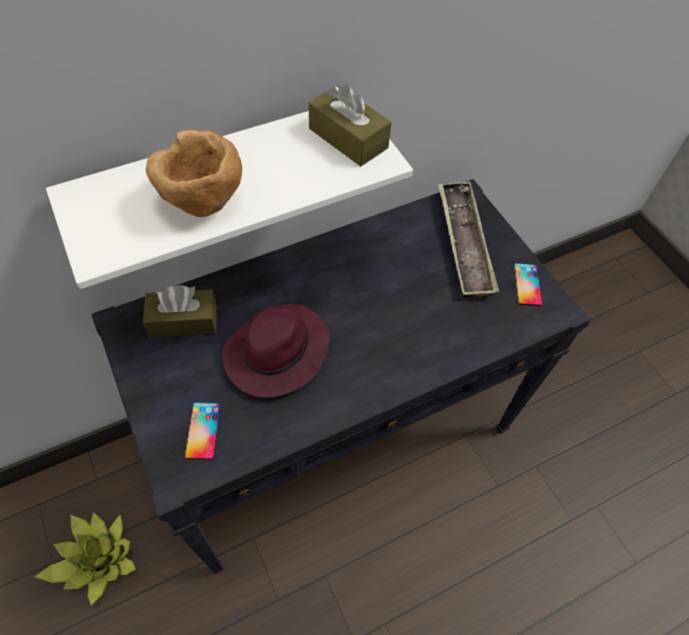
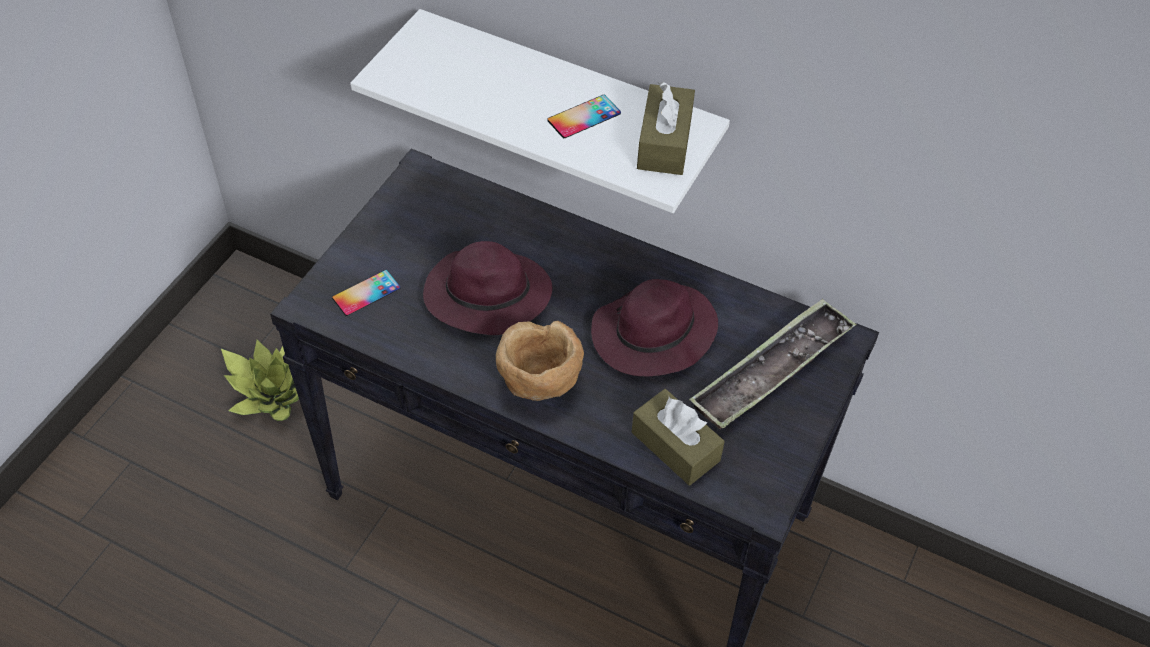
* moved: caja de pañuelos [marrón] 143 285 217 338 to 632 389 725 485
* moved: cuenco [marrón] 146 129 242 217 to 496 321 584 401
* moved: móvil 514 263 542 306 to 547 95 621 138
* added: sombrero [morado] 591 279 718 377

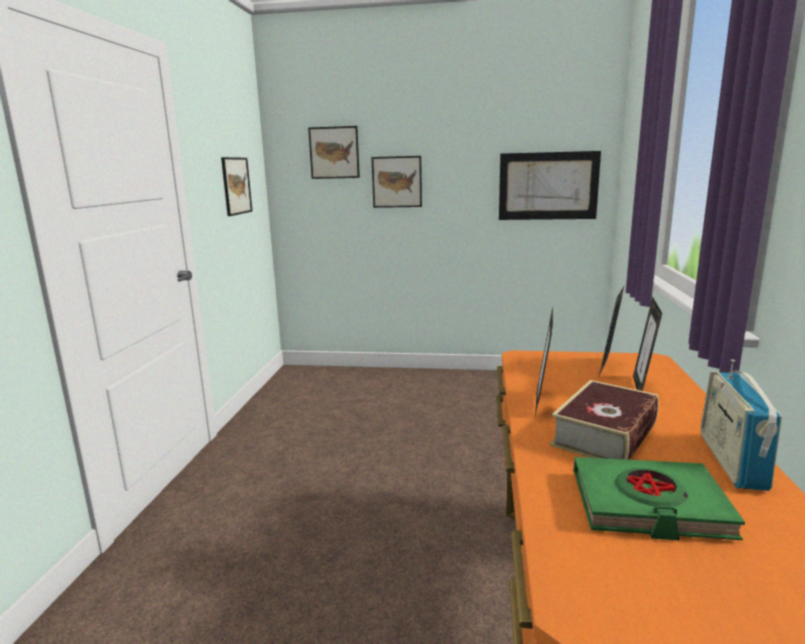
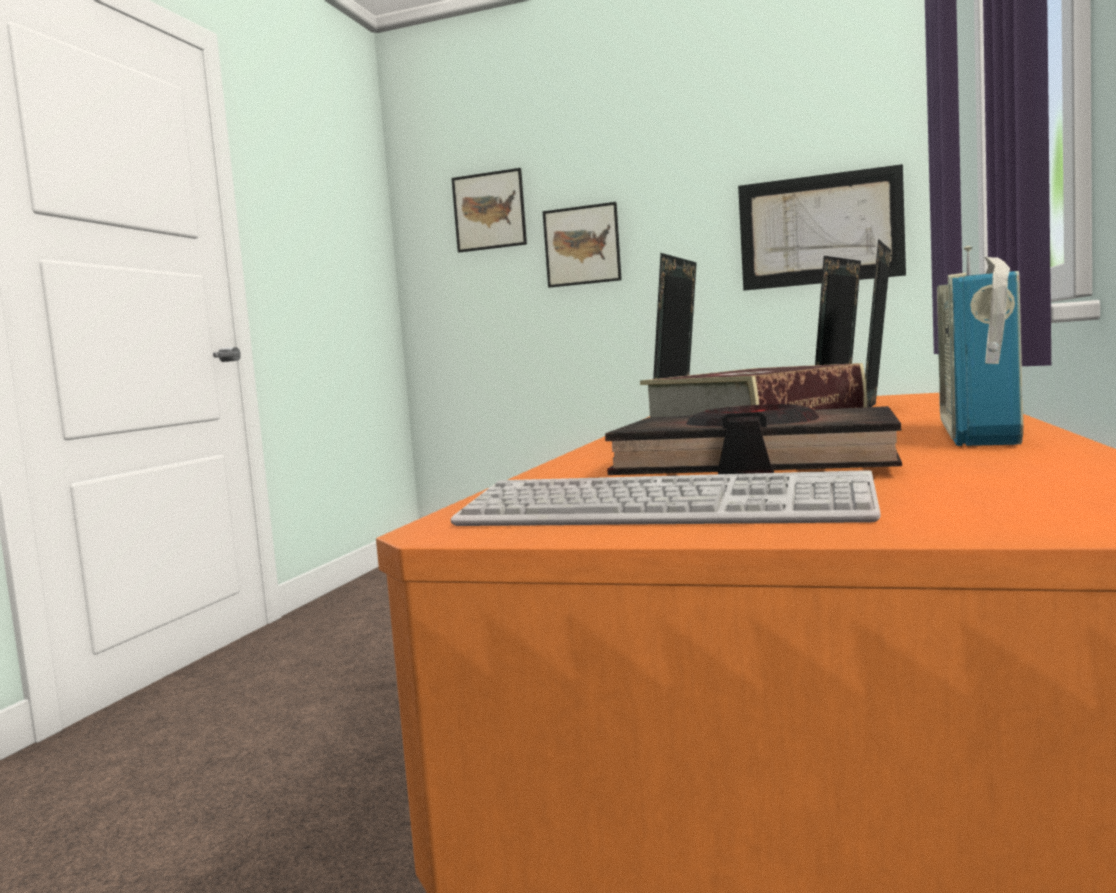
* removed: cuadro 221 157 252 216
* recoloured: libro [verde] 574 457 745 540 to libro [negro] 605 404 902 475
* added: teclado 451 470 881 526

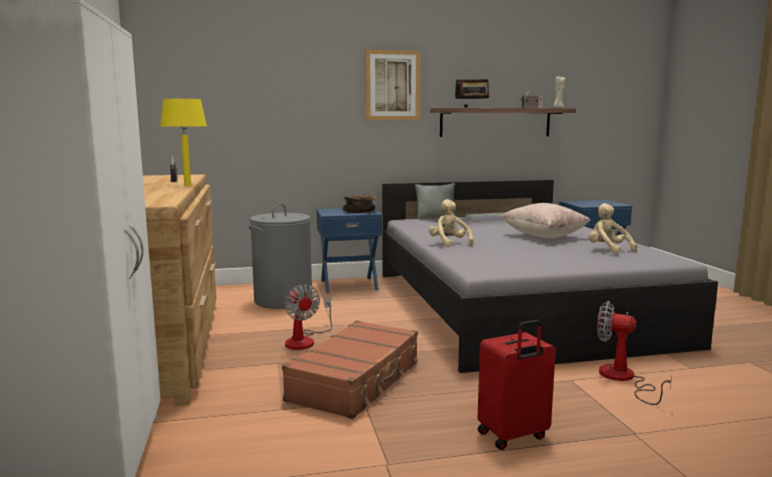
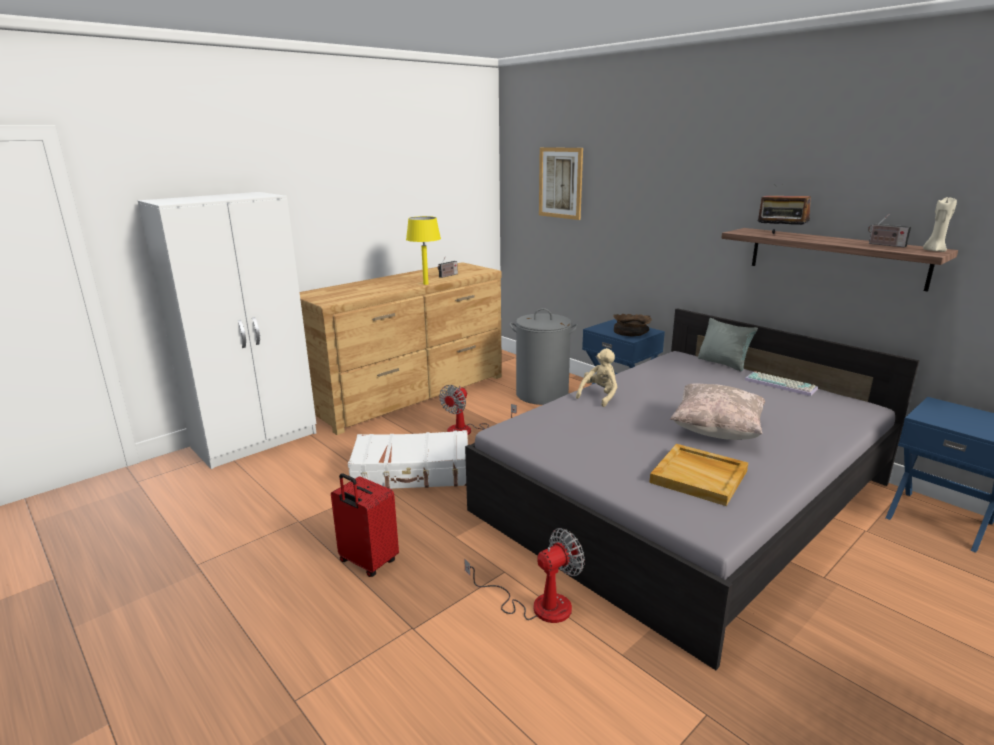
* recoloured: maleta [marrón] 282 320 418 419 to maleta [blanco] 348 430 468 489
* moved: cuadro 365 50 420 120 to 539 147 583 220
* replaced: peluche [beis] 588 203 637 254 to bandeja [beis] 649 444 748 506
* turned: ventilador 597 301 672 405 = 464 528 585 623 60 degrees clockwise

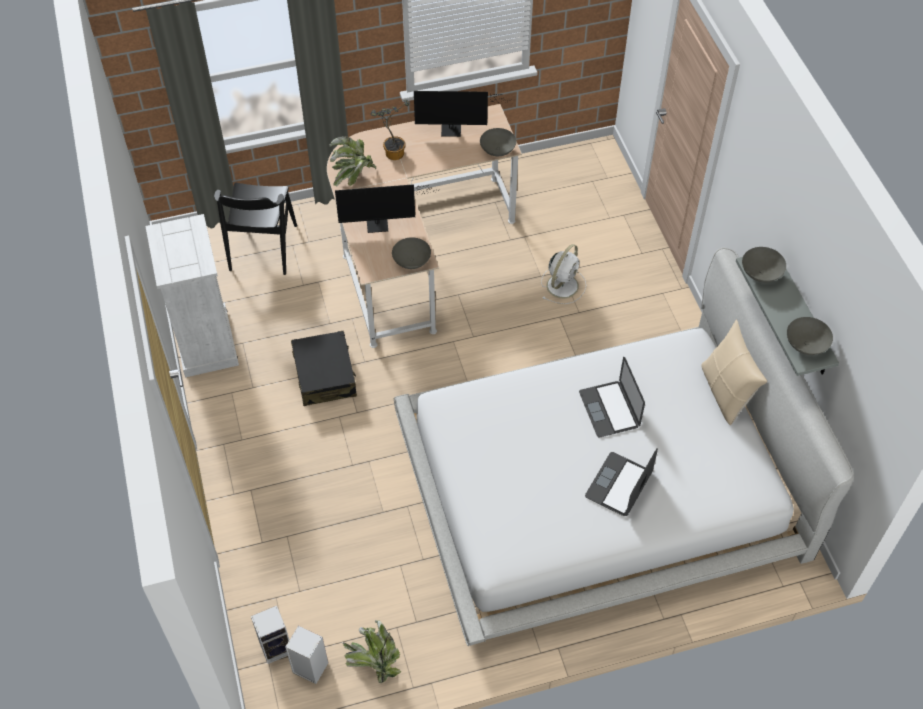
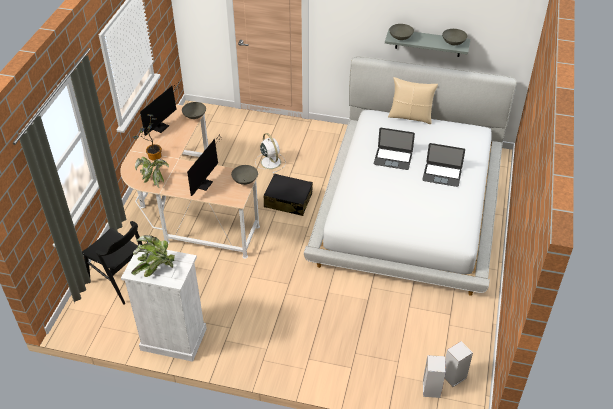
* moved: maleta [negro] 291 331 357 406 to 264 173 313 216
* moved: planta en maceta 342 620 401 683 to 131 235 175 277
* turned: portátil 585 448 658 516 = 422 143 465 187 45 degrees counterclockwise

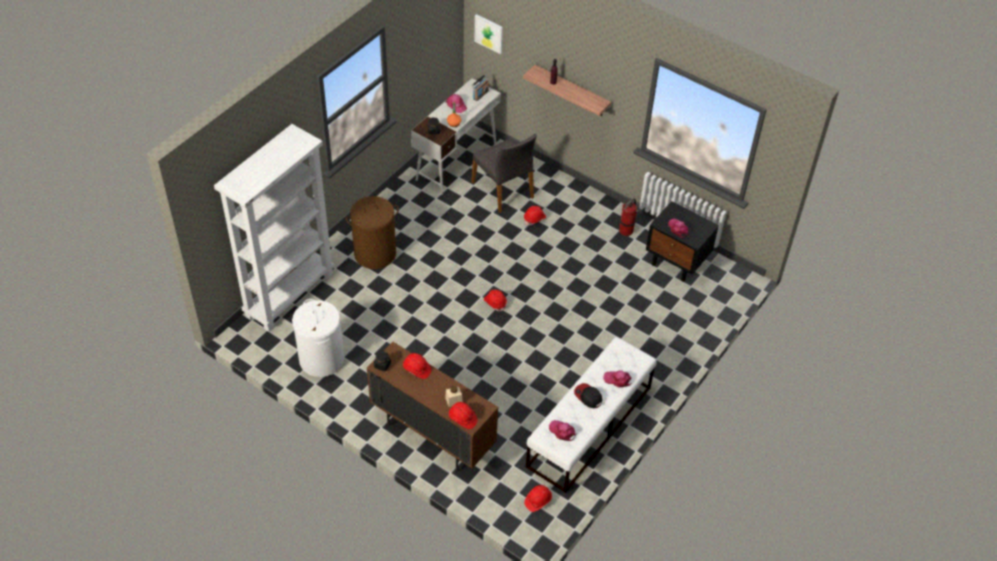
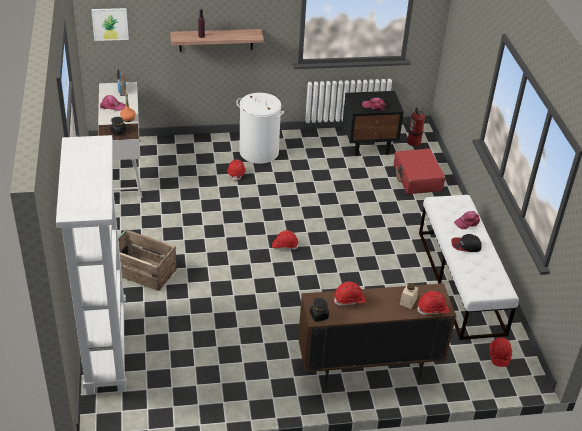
* moved: cesto de la ropa [blanco] 292 299 344 377 to 237 93 284 164
* replaced: cesto de la ropa [marrón] 346 196 399 269 to caja de embalaje 118 229 177 291
* removed: silla [gris] 472 134 537 213
* removed: gorra [rosa] 549 420 577 441
* moved: extintor 619 199 637 236 to 407 107 425 147
* added: maleta [rojo] 394 149 445 194

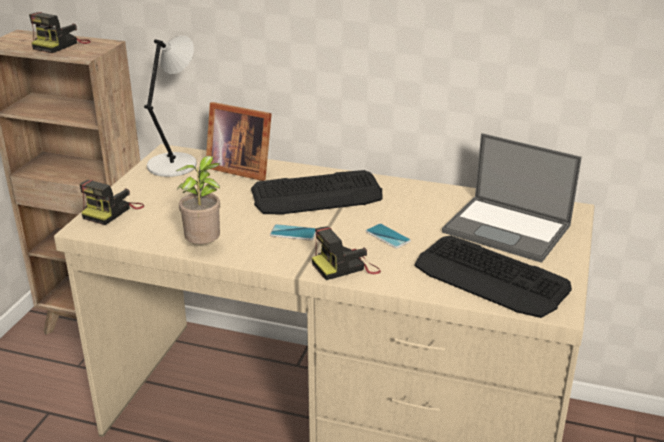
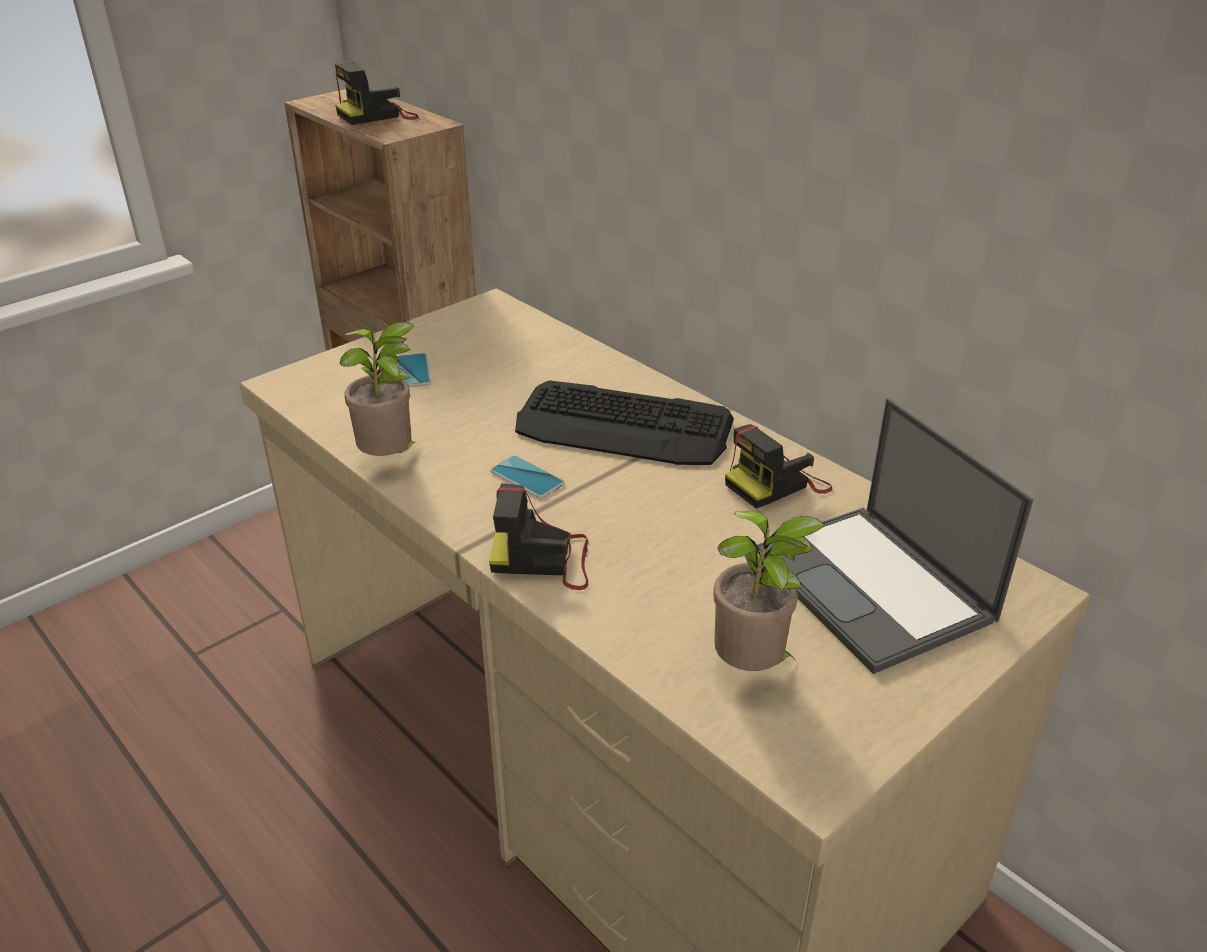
* moved: cámara 80 180 144 225 to 725 424 832 509
* removed: lámpara de mesa [gris] 144 35 197 177
* removed: portarretratos 206 102 272 181
* moved: móvil 366 224 411 249 to 397 353 431 387
* replaced: teclado 414 235 572 318 to planta en maceta 713 511 825 671

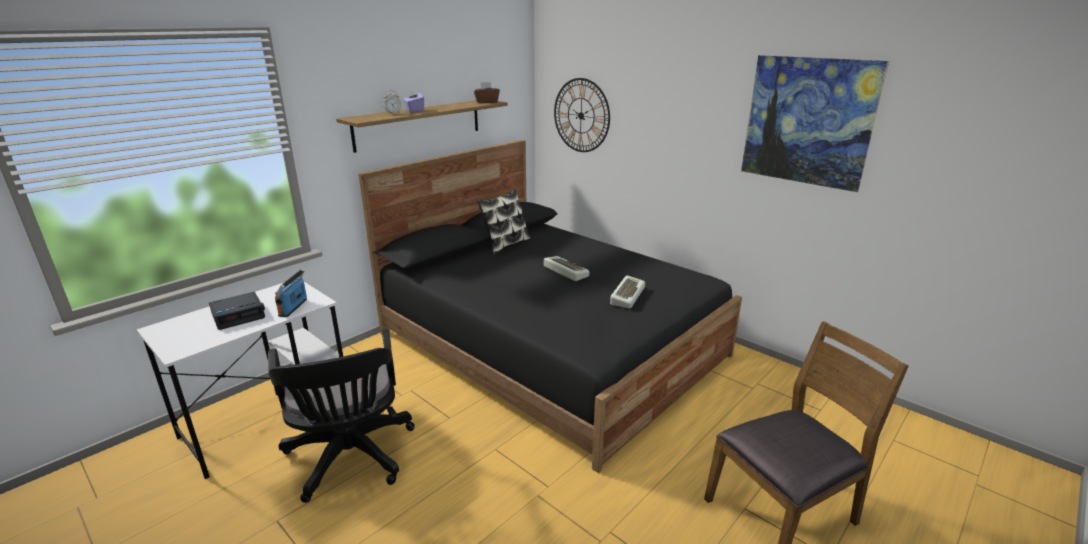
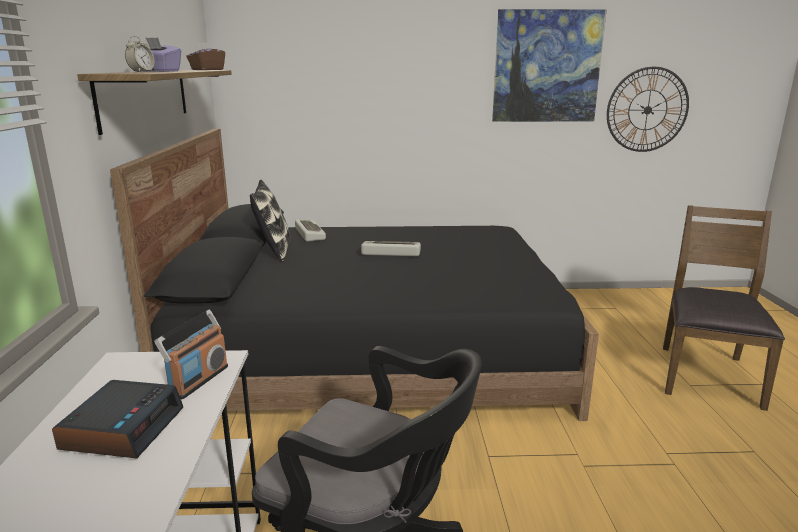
* turned: radio 275 269 307 317 = 154 310 228 399 120 degrees counterclockwise
* moved: reloj de pared 554 78 610 152 to 607 67 689 152
* moved: teclado 610 275 645 309 to 295 219 326 242

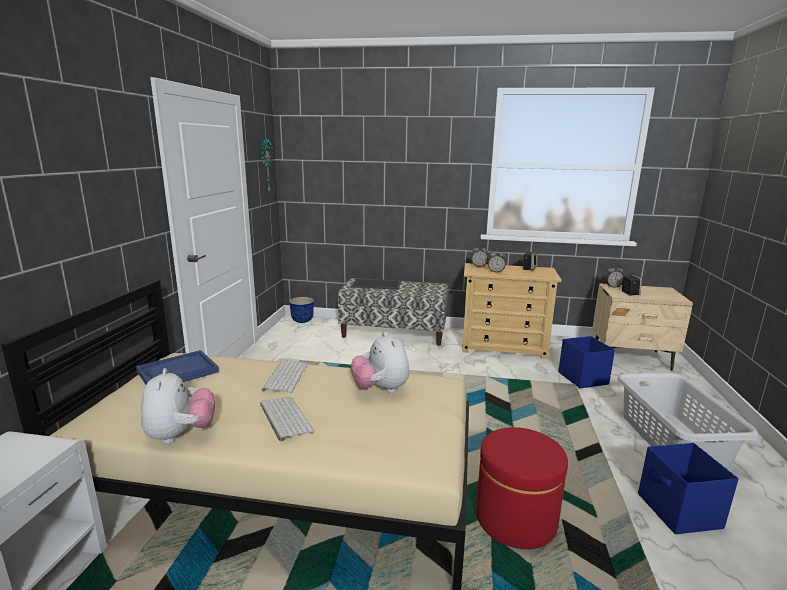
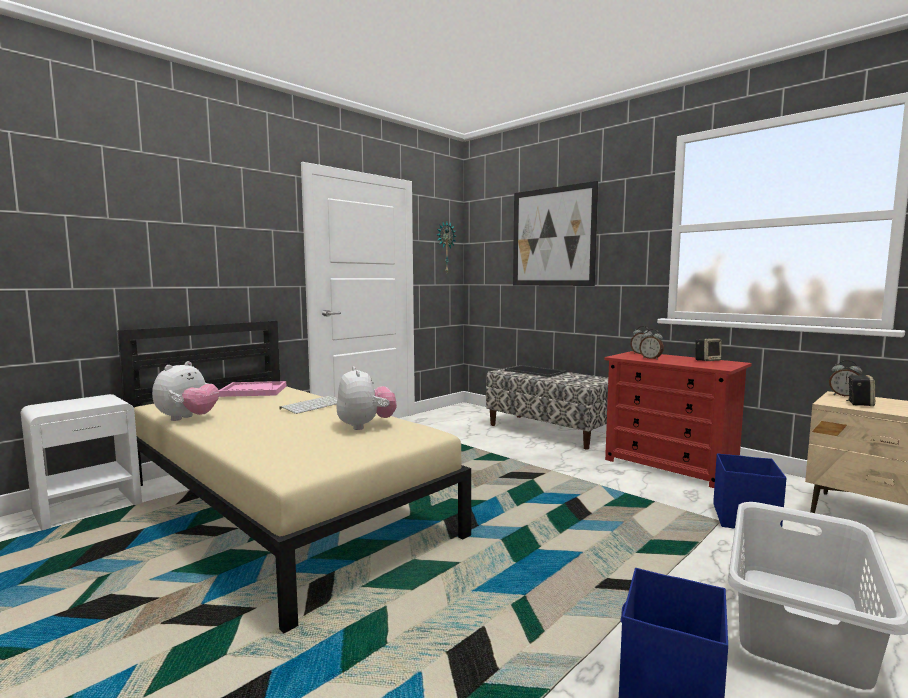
* recoloured: bandeja [azul] 136 350 219 384 to bandeja [rosa] 219 381 286 397
* removed: teclado 260 397 315 442
* removed: maceta 289 297 314 323
* turned: peluche 351 332 409 393 = 336 366 397 430 150 degrees clockwise
* recoloured: cómoda [beis] 462 263 562 359 to cómoda [rojo] 604 351 752 488
* removed: puf [rojo] 476 427 568 549
* added: cuadro 513 181 598 286

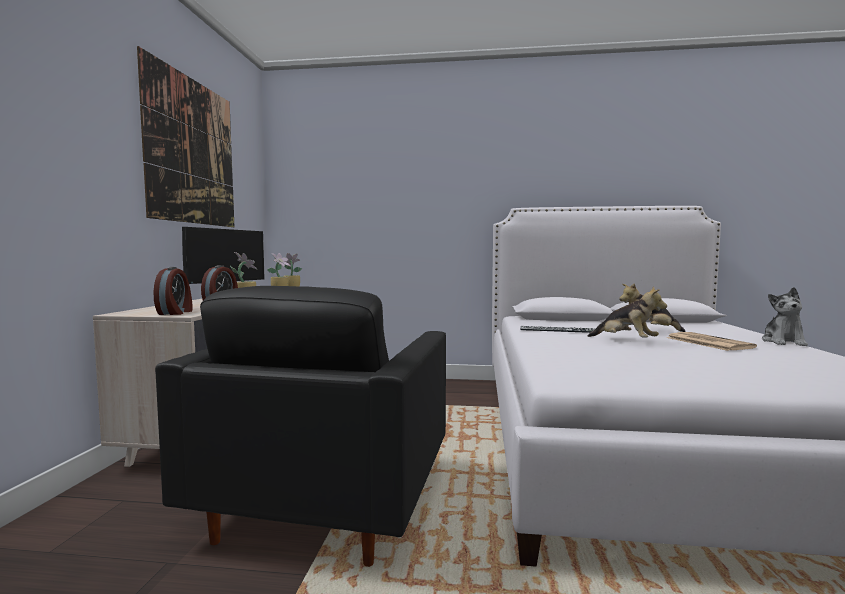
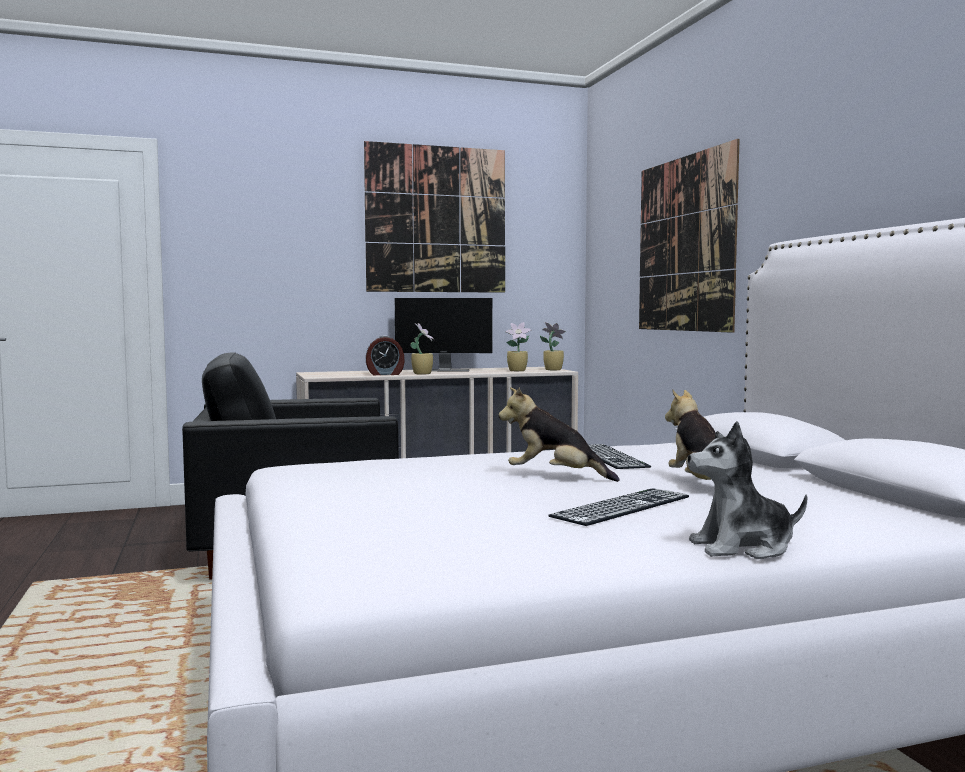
* removed: despertador 153 267 192 315
* turned: peluche 588 286 667 338 = 498 387 619 482 90 degrees clockwise
* replaced: periódico 667 332 757 351 to teclado 548 488 689 526
* added: cuadro 639 139 740 333

